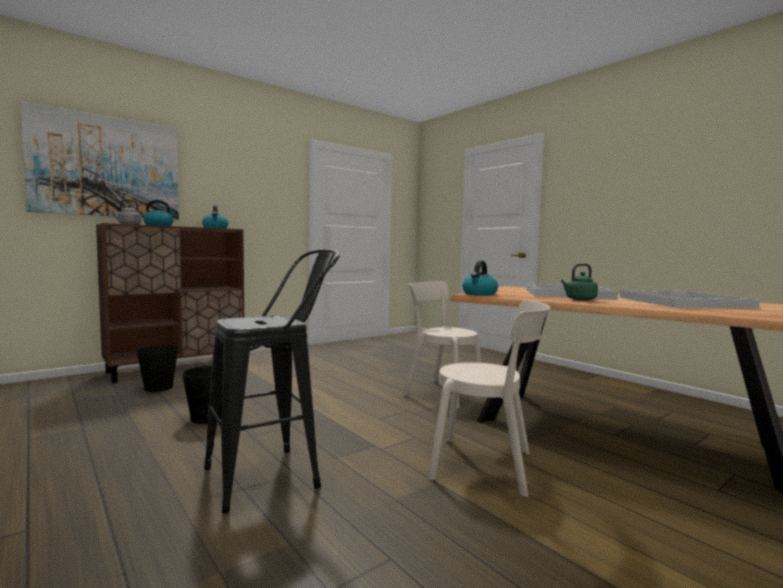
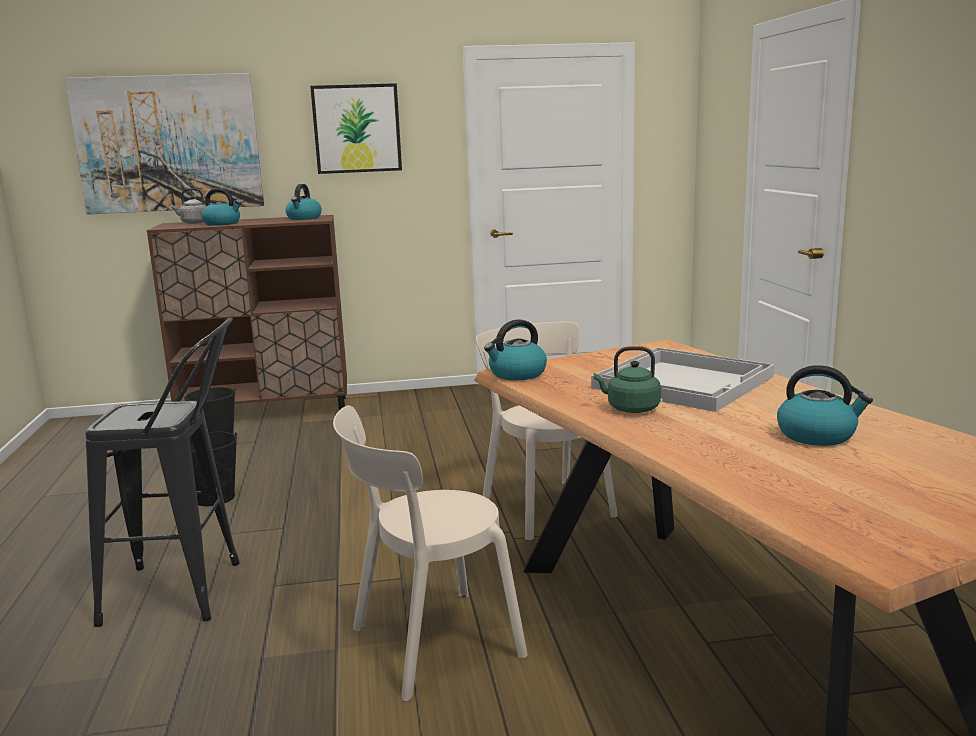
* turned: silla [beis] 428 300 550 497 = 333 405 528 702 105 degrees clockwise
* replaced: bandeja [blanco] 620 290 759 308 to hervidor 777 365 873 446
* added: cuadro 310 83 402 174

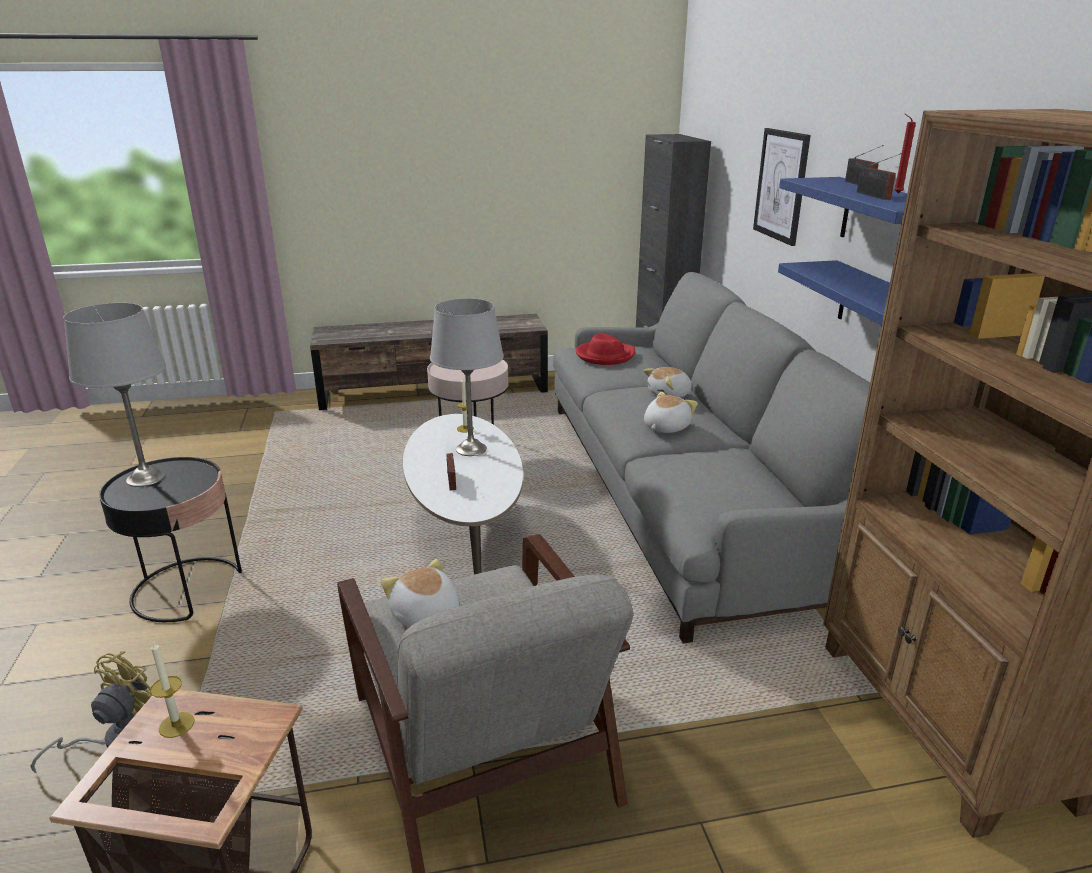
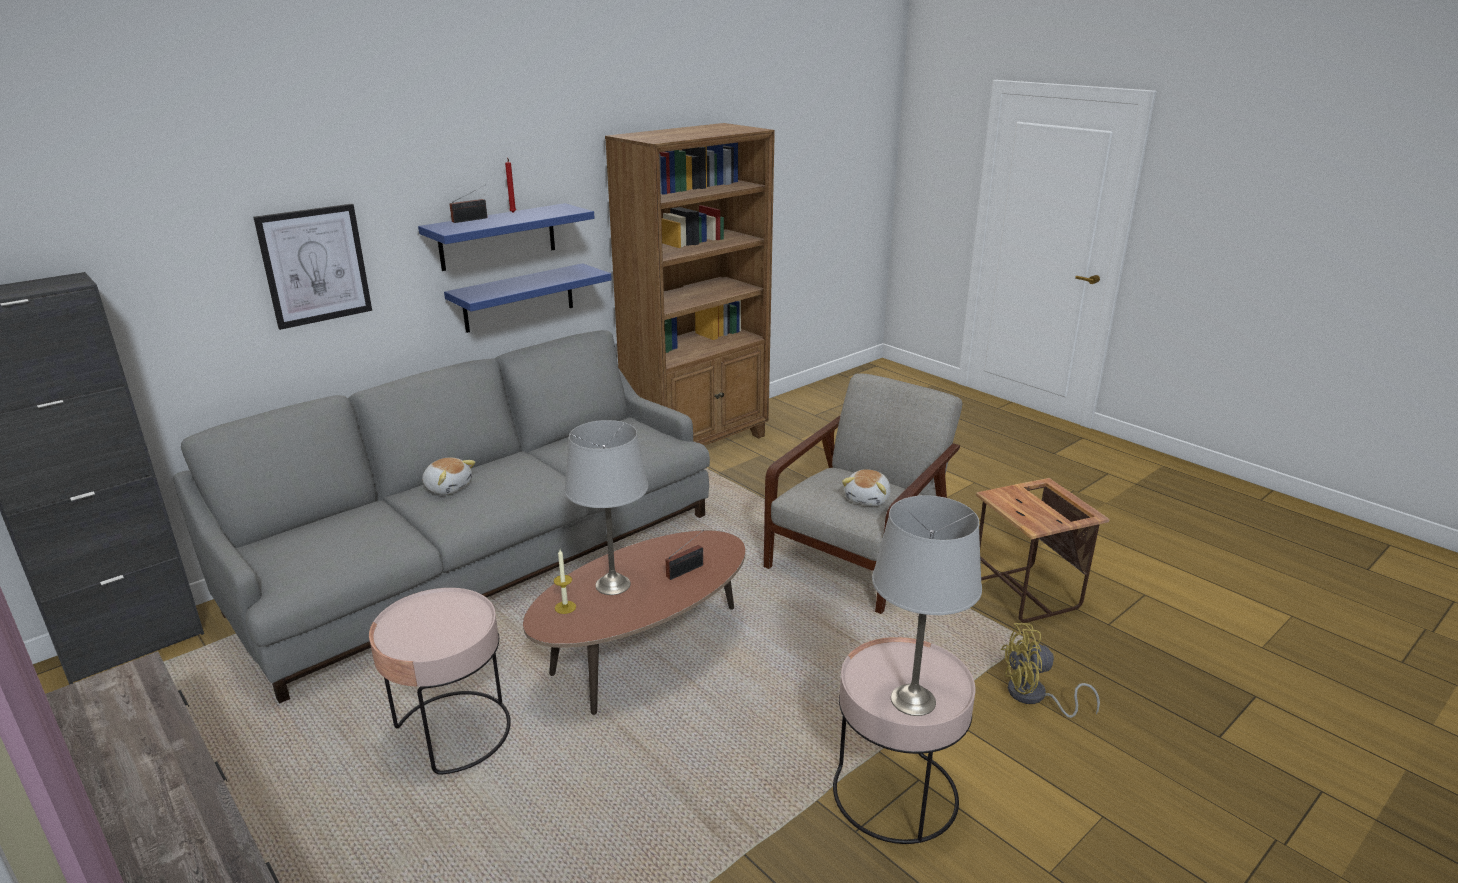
* recoloured: mesa auxiliar [negro] 99 457 242 622 to mesa auxiliar [rosa] 833 637 975 844
* removed: vela 150 641 195 738
* recoloured: mesa de centro [blanco] 403 414 523 574 to mesa de centro [marrón] 523 530 745 715
* removed: sombrero [rojo] 576 334 635 365
* removed: peluche 644 392 698 433
* removed: radio 857 153 902 200

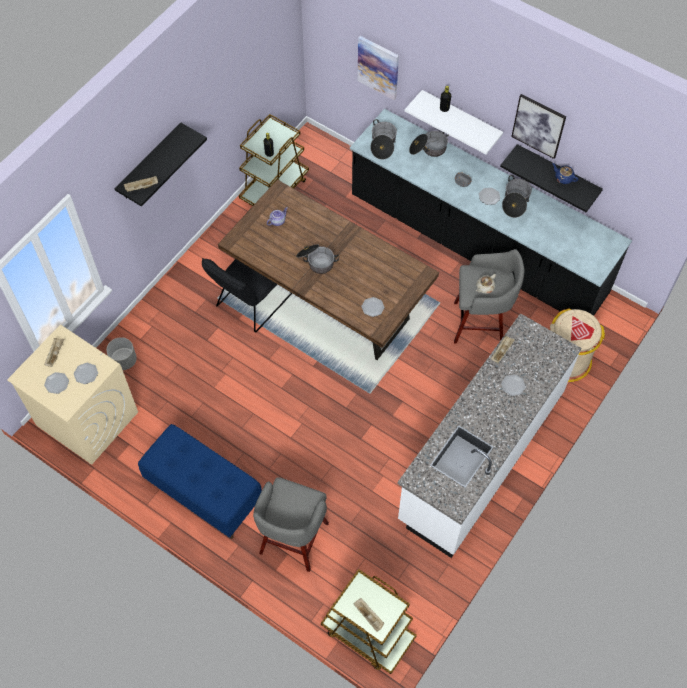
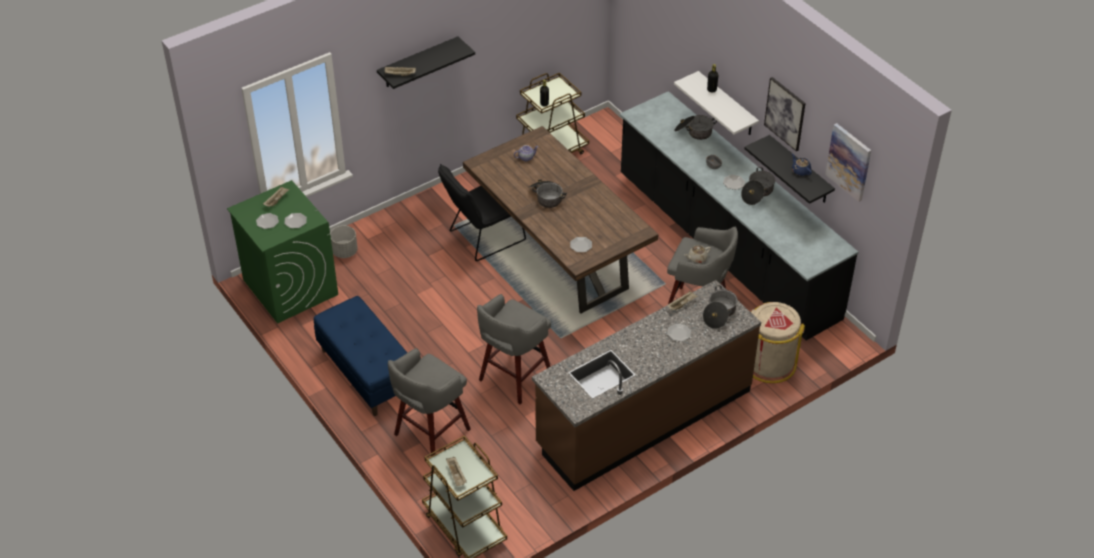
* recoloured: lavadora [beis] 7 324 138 465 to lavadora [verde] 227 180 338 324
* moved: cuadro 358 36 399 100 to 825 123 871 202
* moved: olla 370 119 397 160 to 703 285 738 329
* recoloured: mueble bajo de cocina [blanco] 397 313 581 558 to mueble bajo de cocina [marrón] 532 280 761 491
* added: taburete [gris] 477 294 551 404

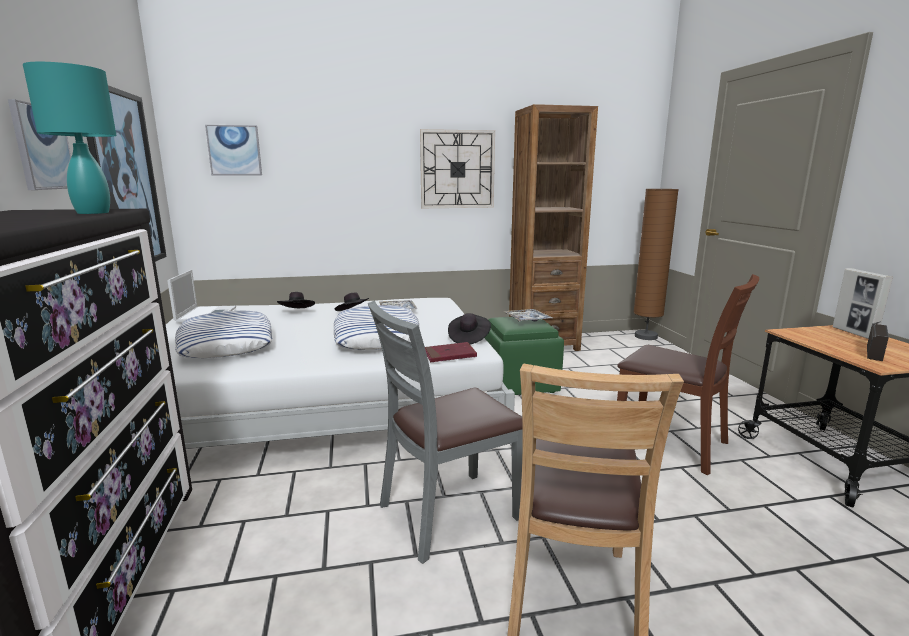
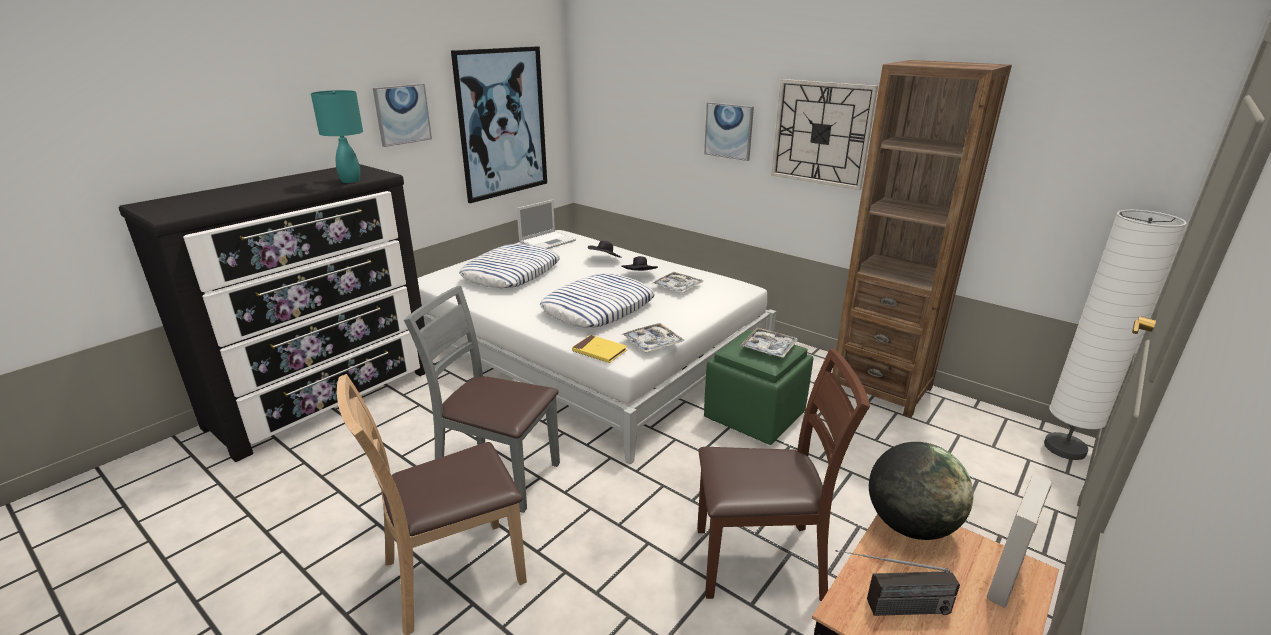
* moved: cuadro 205 125 262 175 to 704 102 754 161
* recoloured: libro [rojo] 425 342 477 362 to libro [amarillo] 572 335 628 363
* replaced: sombrero [negro] 448 313 491 345 to bandeja 623 323 684 353
* turned: silla [marrón] 617 274 759 475 = 697 349 870 601 90 degrees counterclockwise
* recoloured: lámpara de pie [marrón] 634 189 679 340 to lámpara de pie [blanco] 1044 210 1187 460
* added: globo terráqueo 869 442 973 540

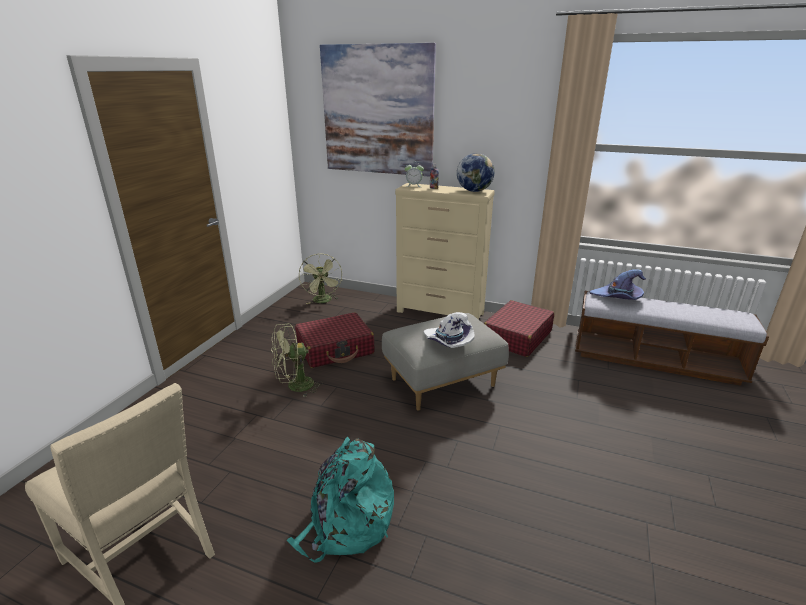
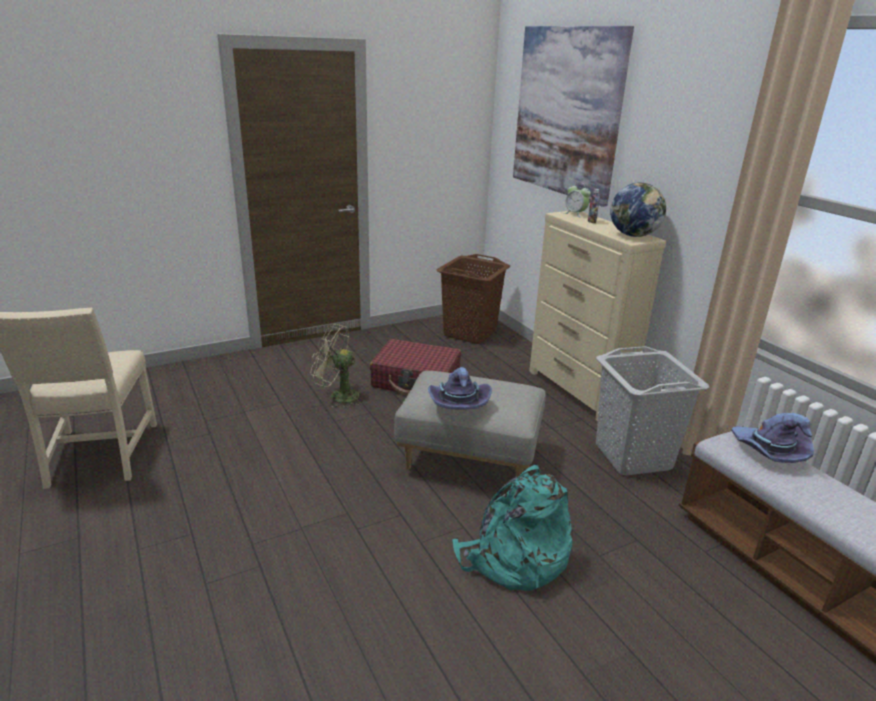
* moved: mochila [turquesa] 287 437 394 563 to 452 465 572 591
* replaced: ventilador [verde] 299 254 342 304 to cesto de la ropa [marrón] 436 254 510 344
* recoloured: sombrero [blanco] 424 312 475 348 to sombrero [morado] 428 367 492 410
* replaced: maleta [rojo] 484 300 554 357 to cesto de la ropa [gris] 596 346 709 476

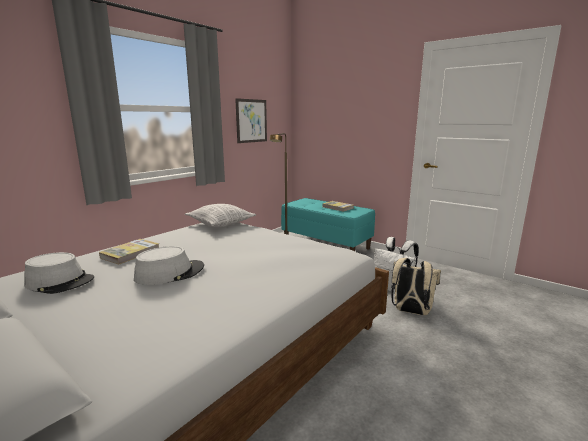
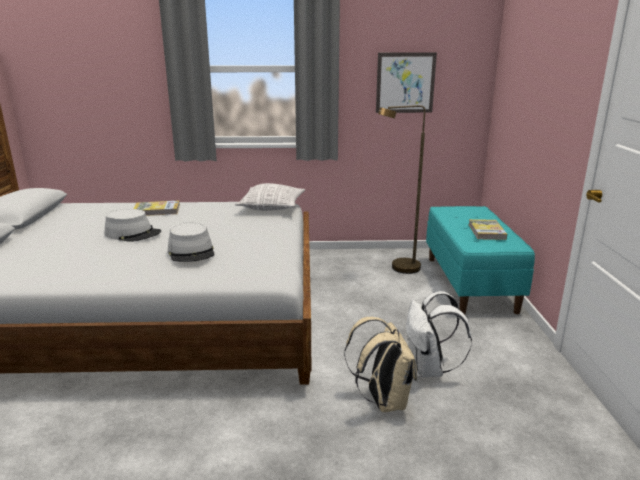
* moved: sombrero [gris] 24 252 94 294 to 168 222 215 262

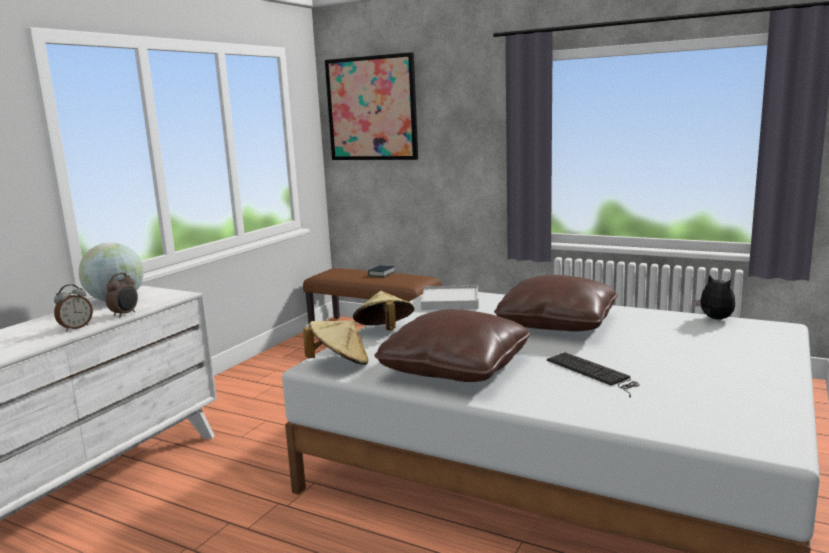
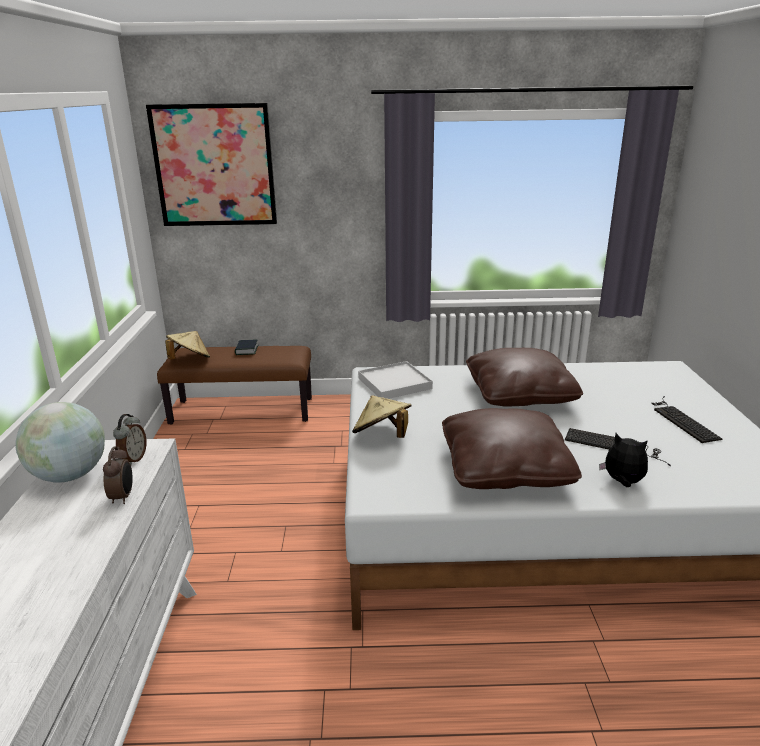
* moved: despertador 54 284 93 331 to 113 414 146 465
* moved: sombrero [beis] 303 320 369 365 to 165 331 210 360
* moved: peluche 694 274 735 320 to 599 433 648 487
* added: teclado 651 396 722 443

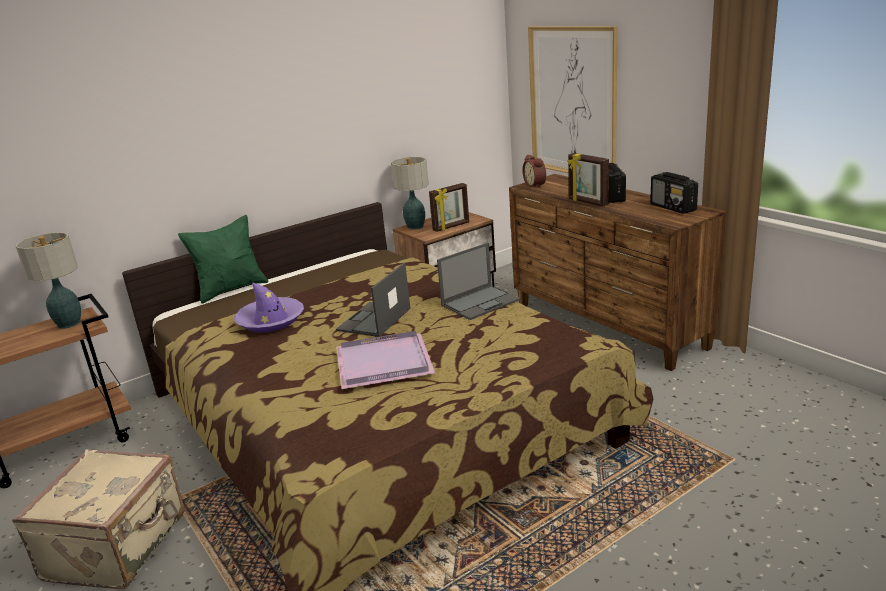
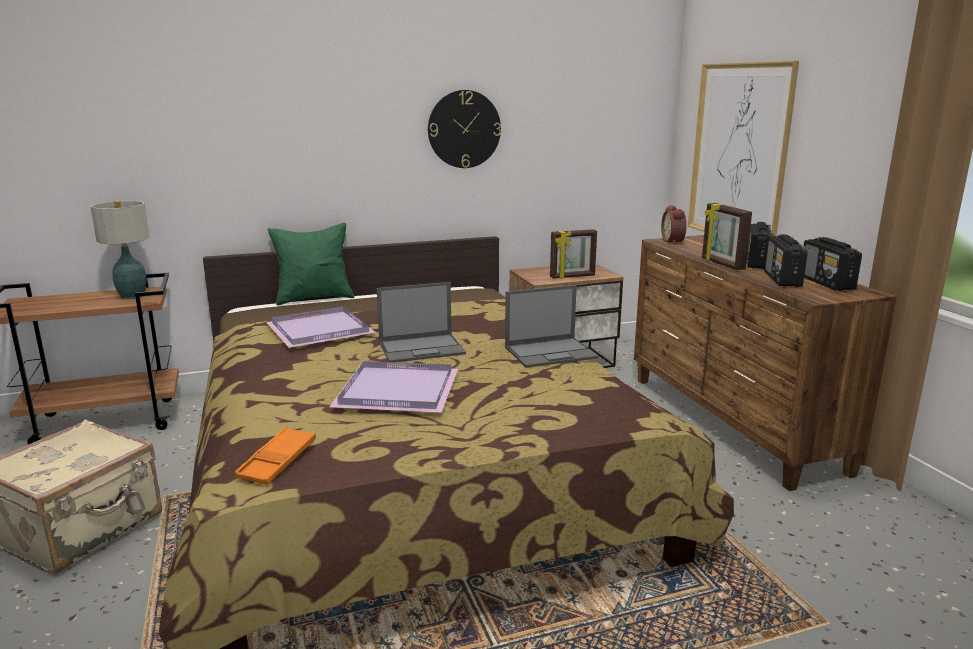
* replaced: sombrero [morado] 234 282 304 332 to bandeja [morado] 266 307 376 348
* turned: portátil 336 263 410 337 = 377 282 466 362 150 degrees counterclockwise
* removed: lámpara de mesa 391 157 429 230
* added: bandeja [naranja] 234 427 316 485
* added: reloj de pared 428 90 501 168
* added: radio 764 234 808 287

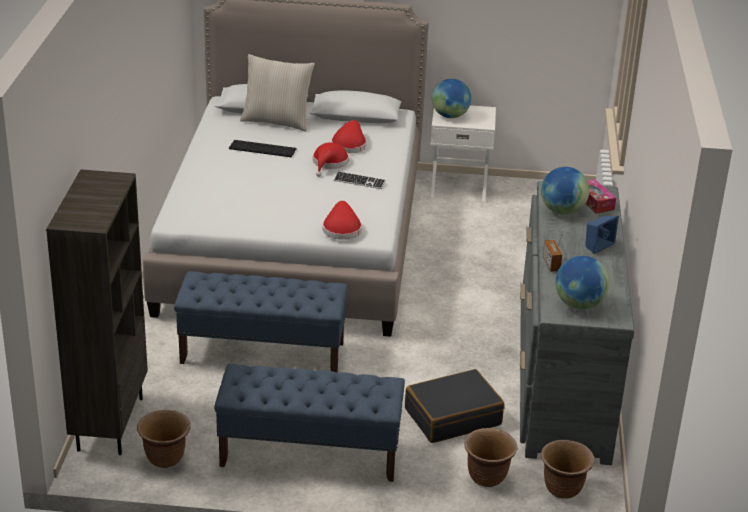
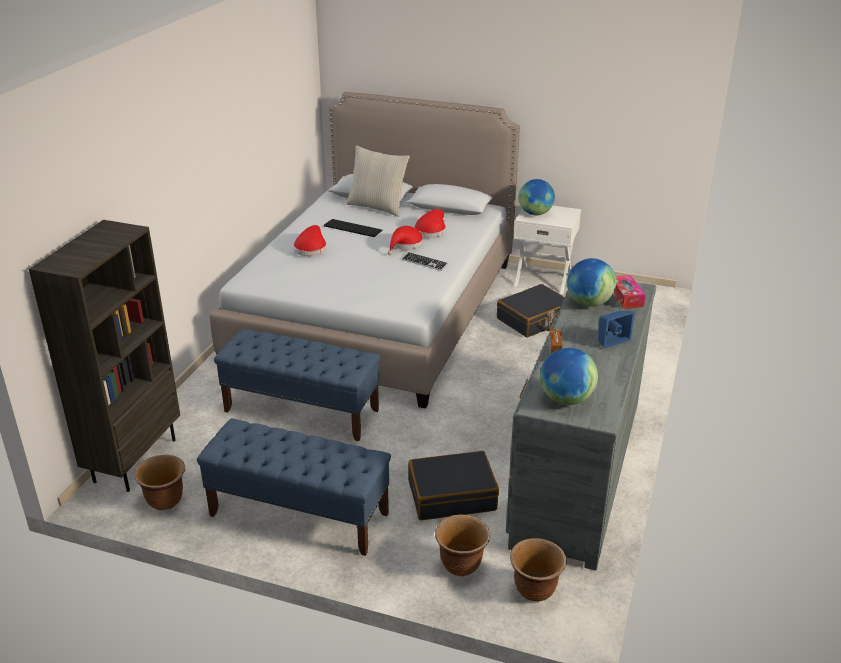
* moved: sombrero [rojo] 323 201 362 240 to 293 225 327 256
* added: maleta [negro] 497 284 564 337

